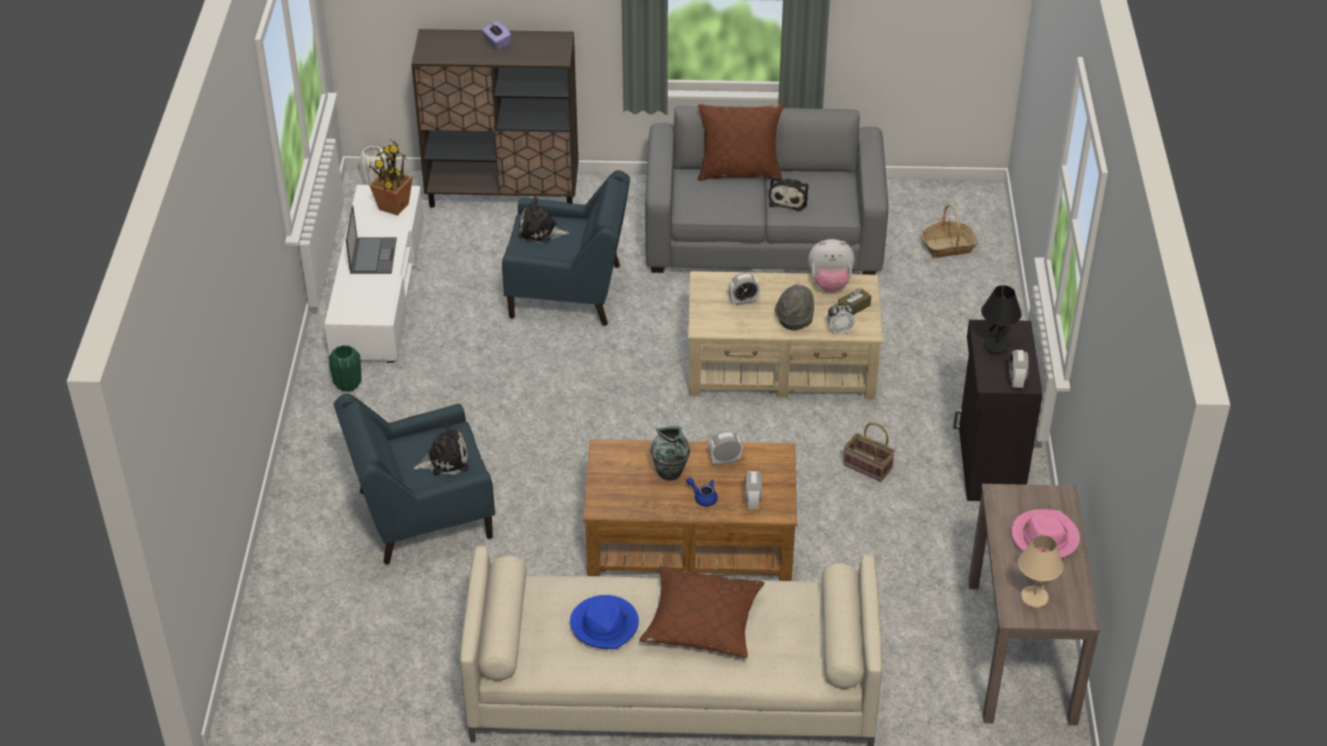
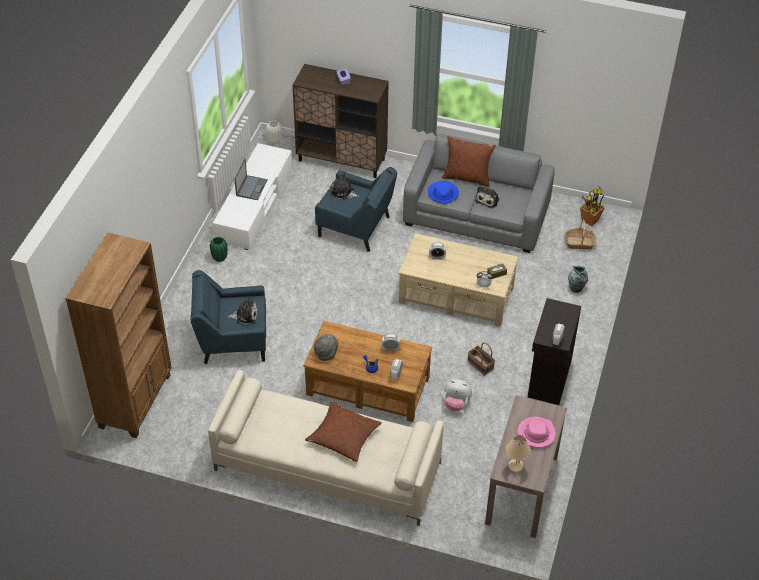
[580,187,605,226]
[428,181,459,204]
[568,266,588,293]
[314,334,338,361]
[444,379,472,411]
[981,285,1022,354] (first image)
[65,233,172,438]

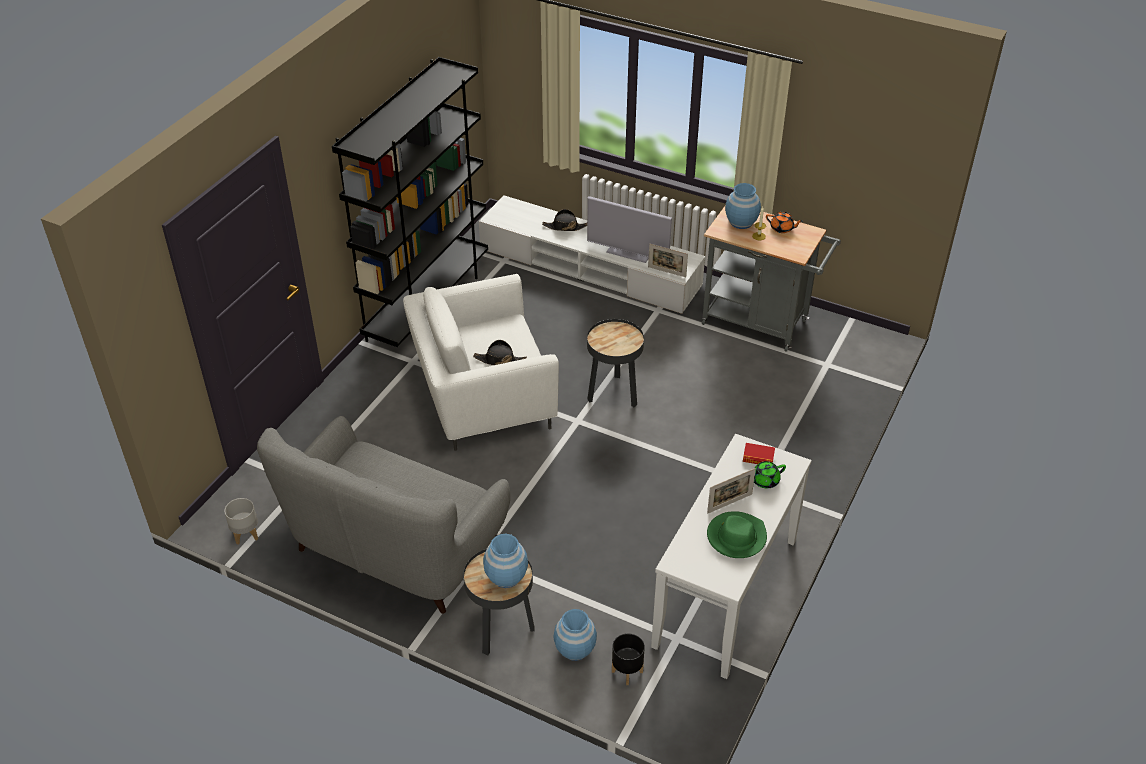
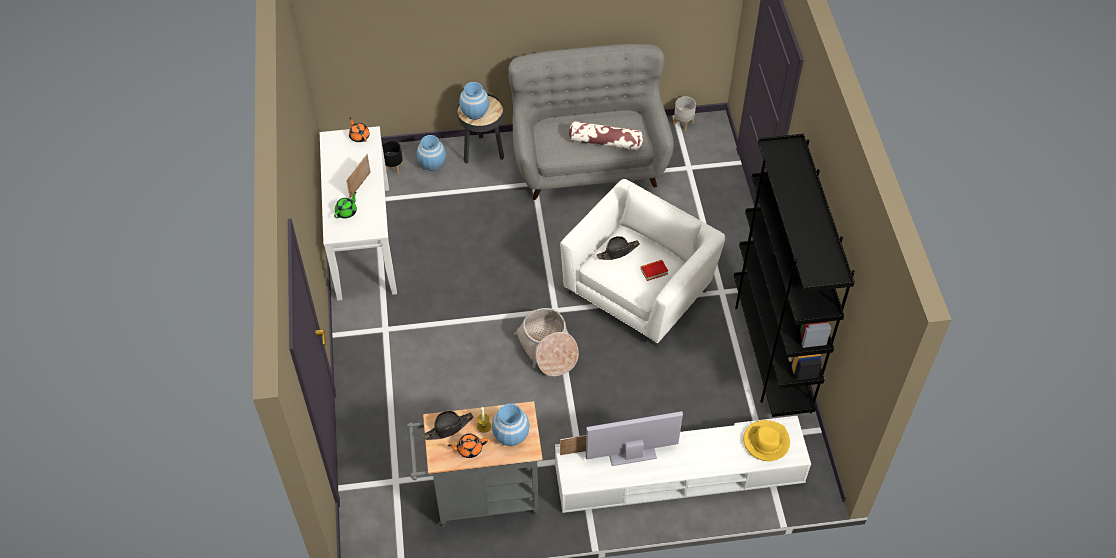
[423,411,473,440]
[514,308,579,376]
[707,511,767,558] (first image)
[641,260,668,281]
[349,117,370,142]
[569,121,643,150]
[743,420,790,461]

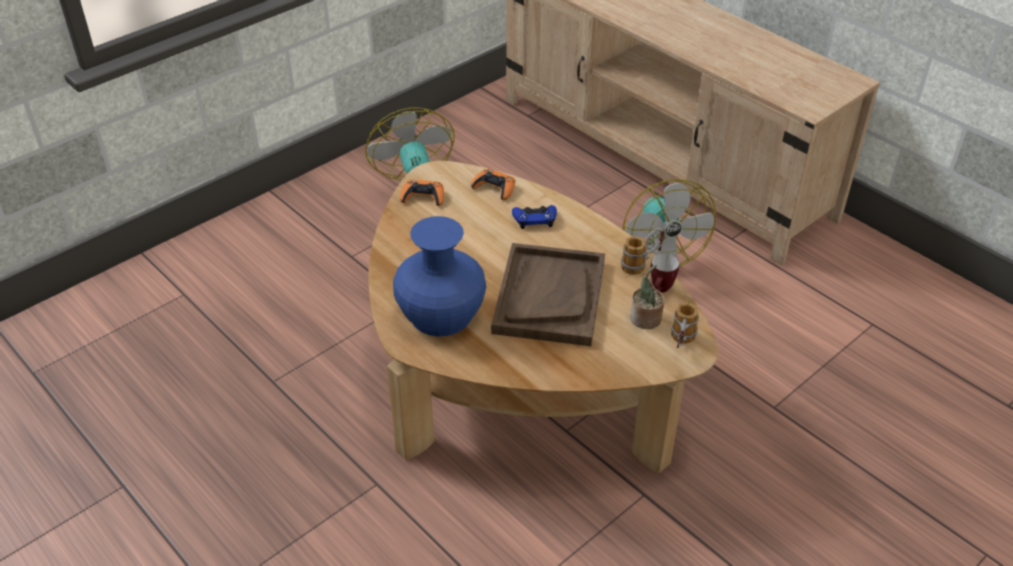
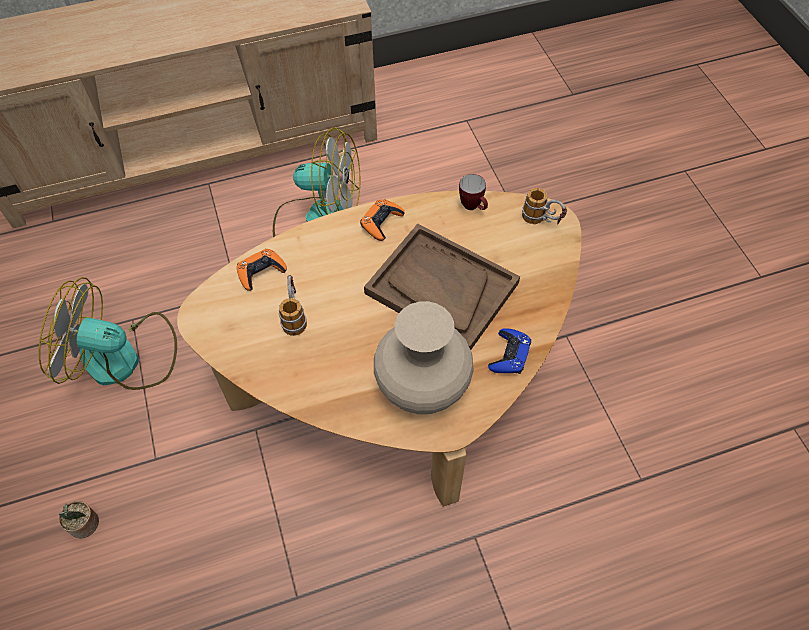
[374,301,474,414]
[360,199,405,241]
[488,328,531,374]
[279,275,307,336]
[59,501,99,539]

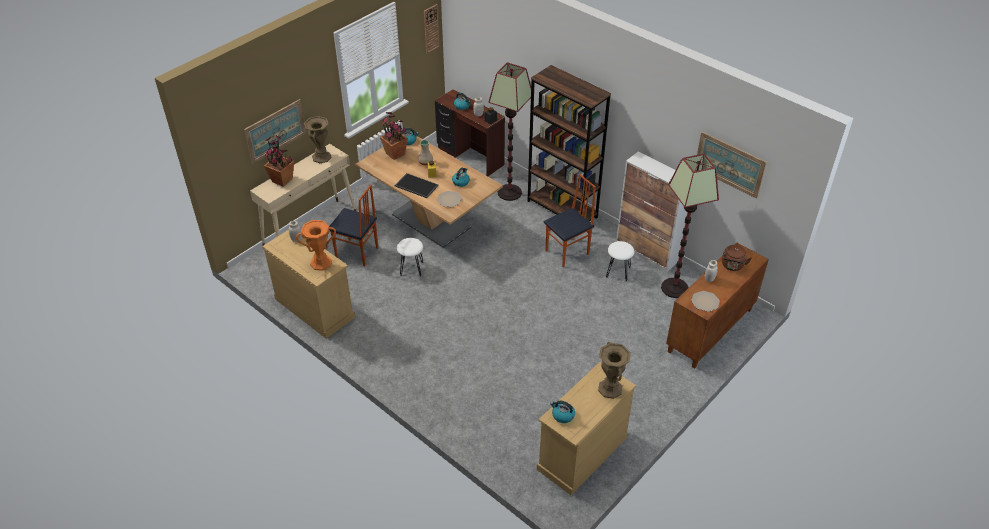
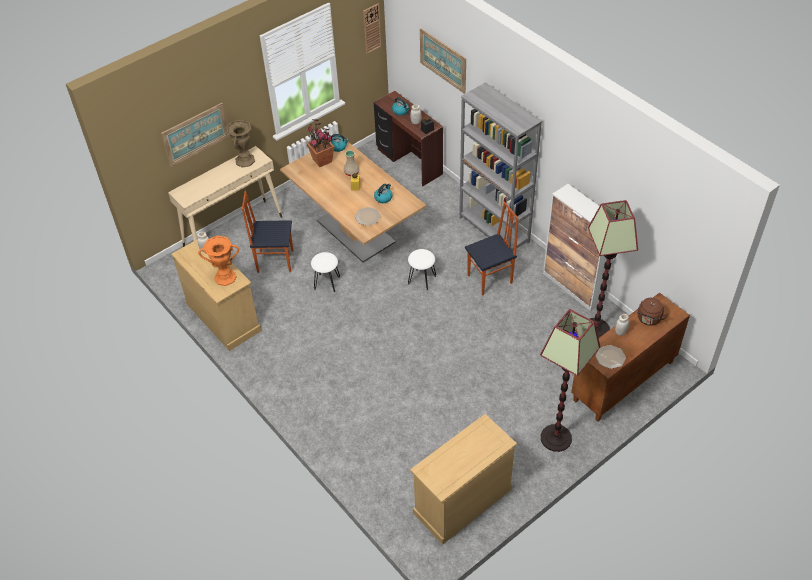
[264,135,294,187] (first image)
[242,191,293,273]
[394,173,439,198] (first image)
[540,309,600,452]
[459,82,542,251]
[550,401,575,423] (first image)
[598,342,631,399] (first image)
[408,249,436,290]
[420,28,466,94]

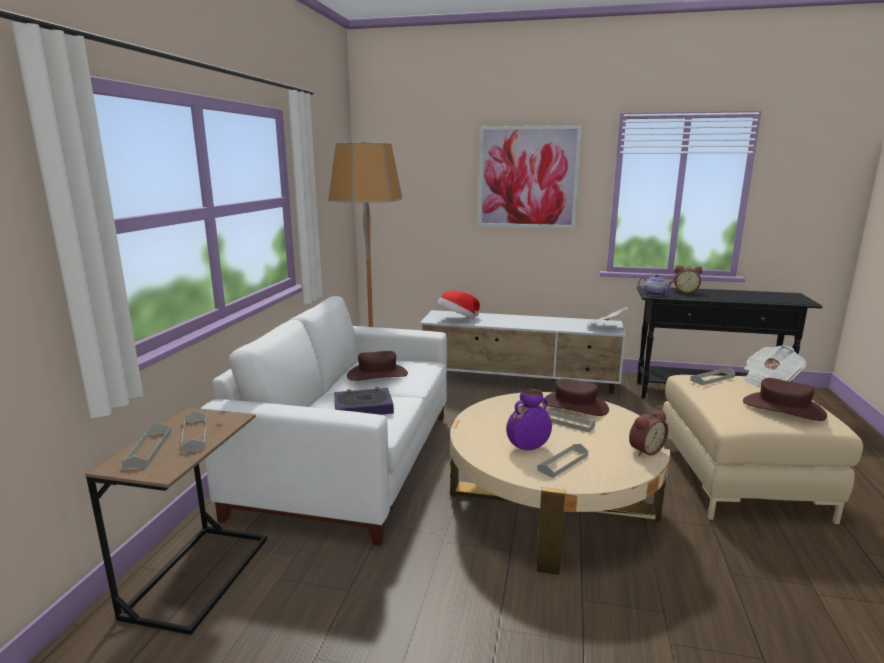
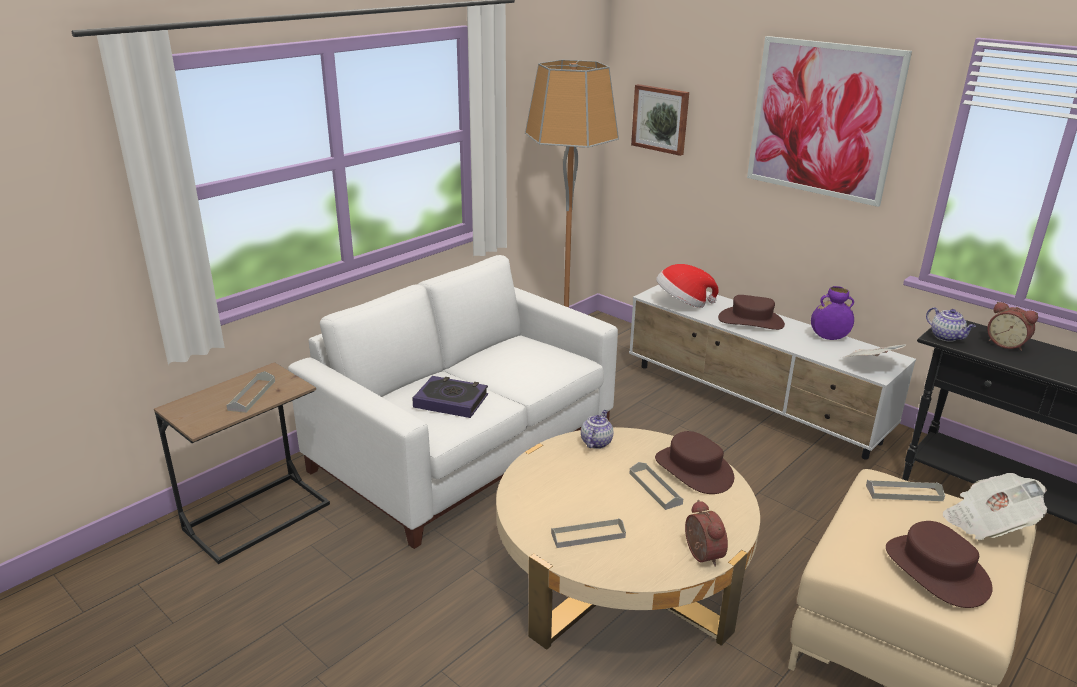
[122,423,172,468] (first image)
[718,295,785,330]
[811,286,854,340]
[685,500,728,567]
[581,410,614,449]
[631,84,689,156]

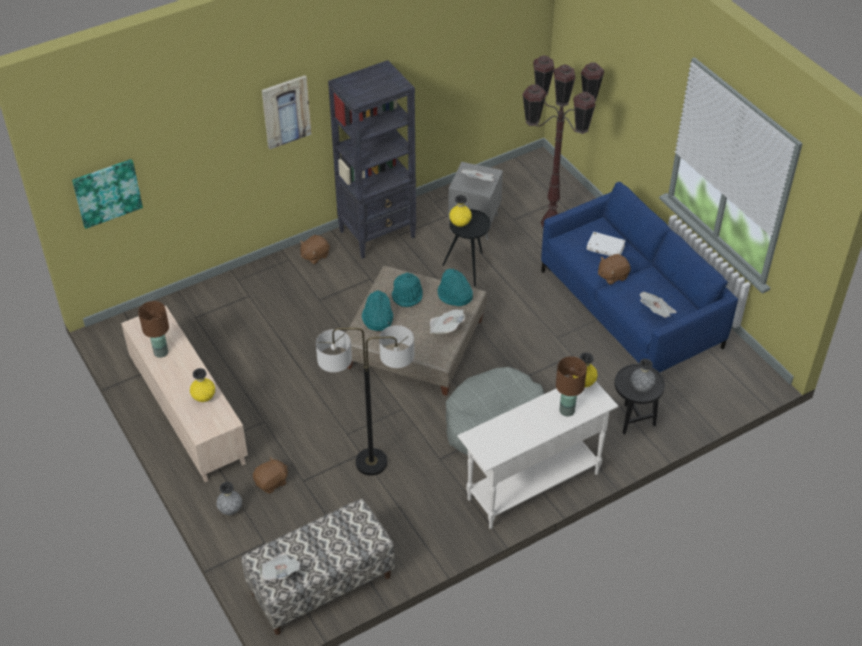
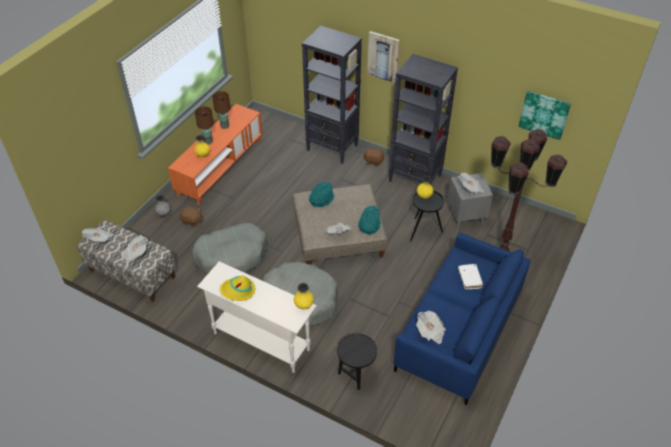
[518,91,571,140]
[168,104,262,205]
[192,223,268,275]
[391,272,423,307] (first image)
[195,106,214,144]
[598,254,631,285] (first image)
[631,359,656,392] (first image)
[121,235,148,263]
[220,276,255,301]
[302,26,362,164]

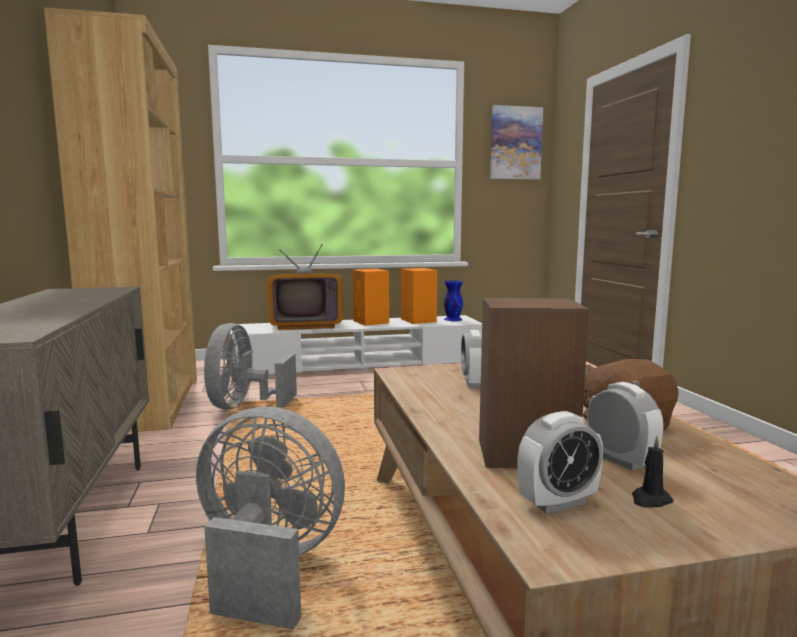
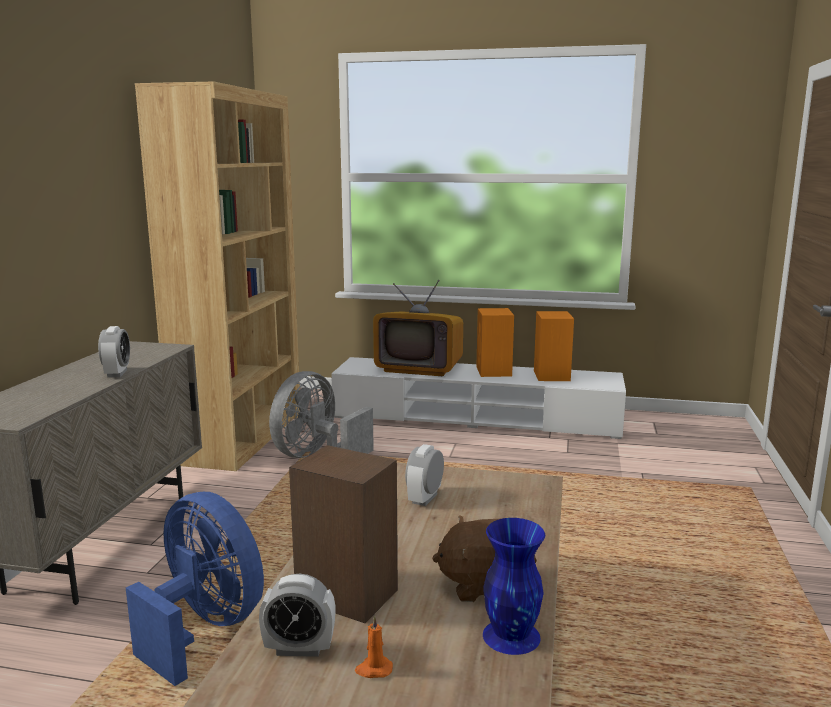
[126,492,264,686]
[483,518,545,655]
[490,105,543,180] (first image)
[98,326,130,378]
[355,615,393,678]

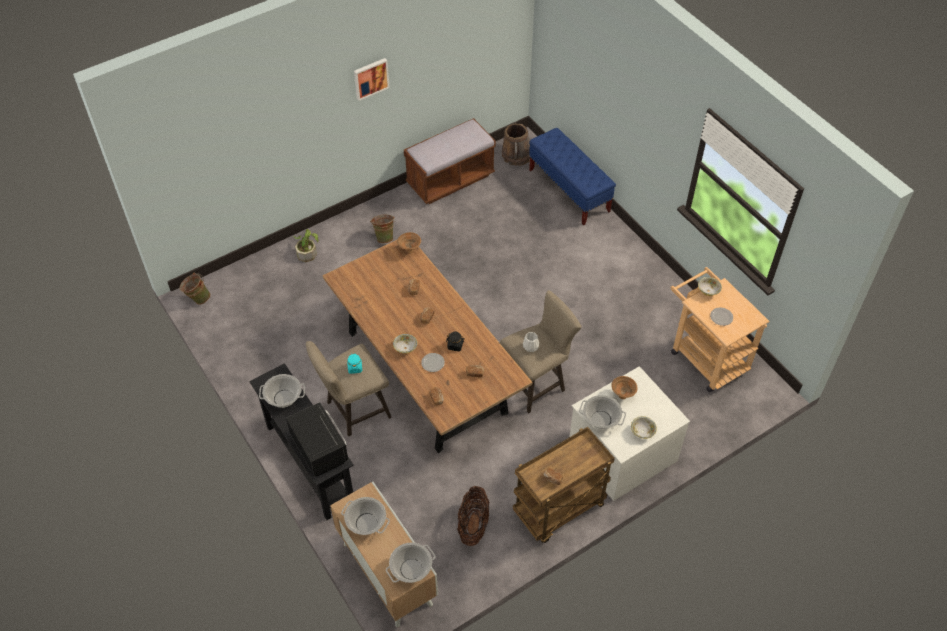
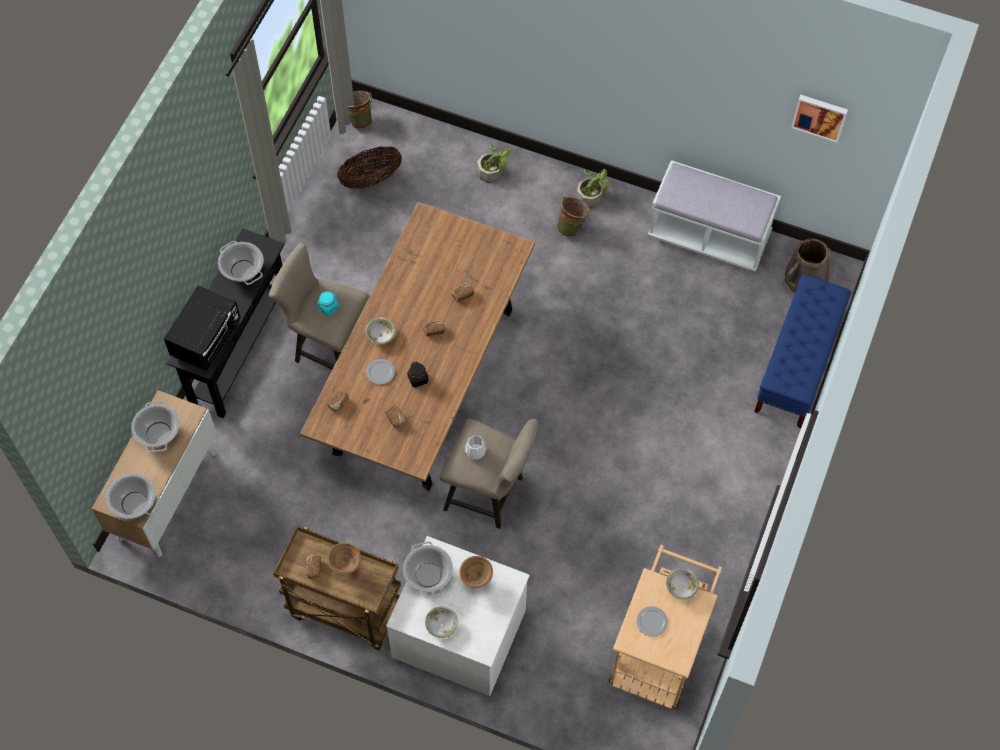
[791,95,848,143]
[327,542,361,574]
[648,160,781,272]
[337,147,402,189]
[577,169,610,208]

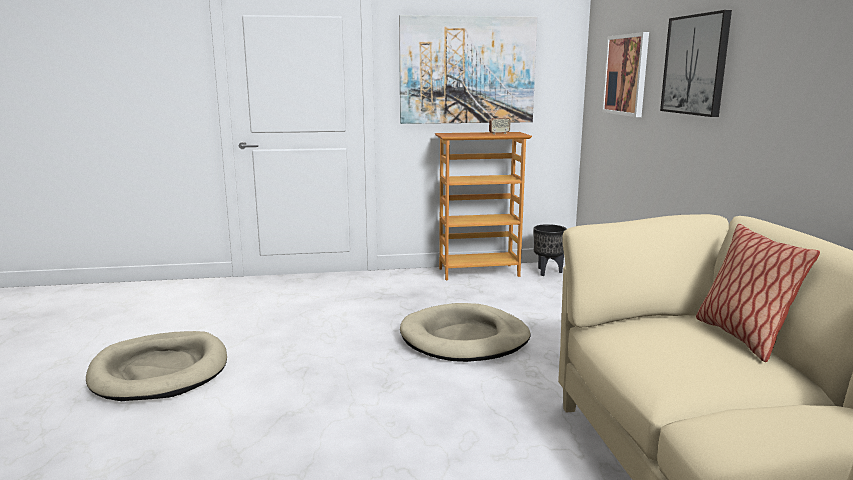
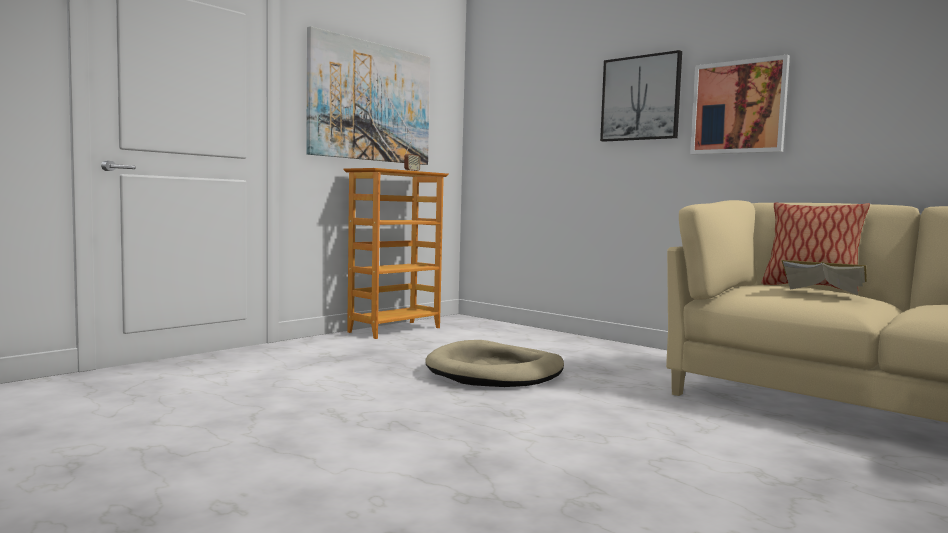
[86,331,227,401] (first image)
[534,224,566,276] (first image)
[690,55,790,155]
[781,260,867,295]

